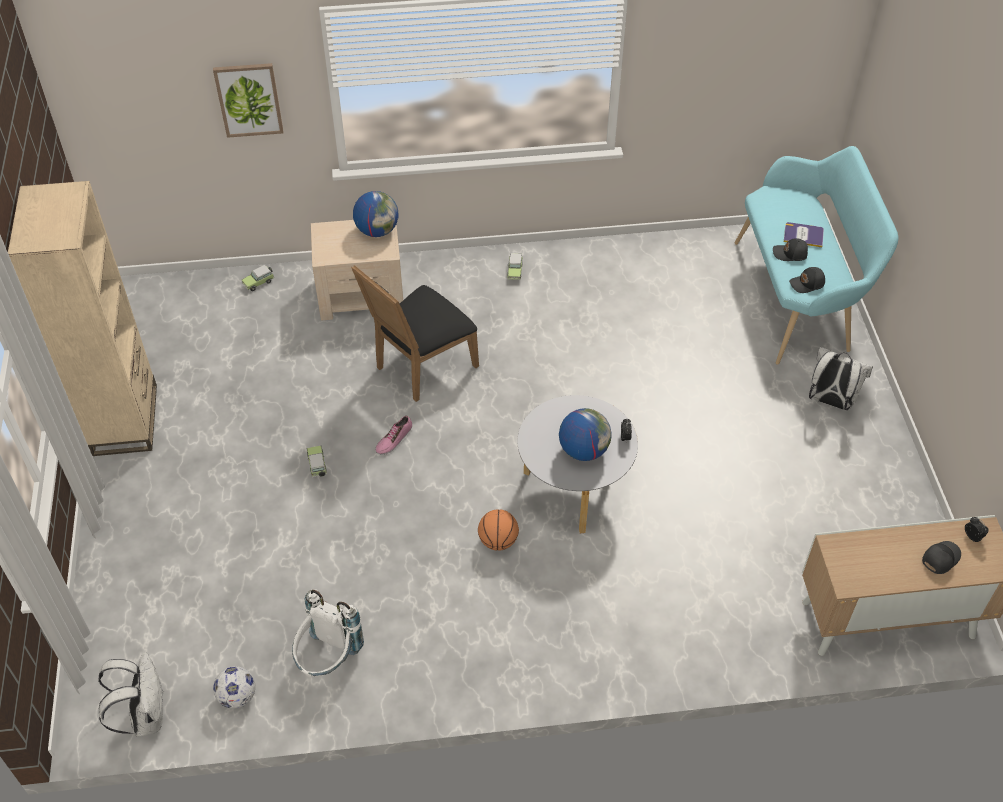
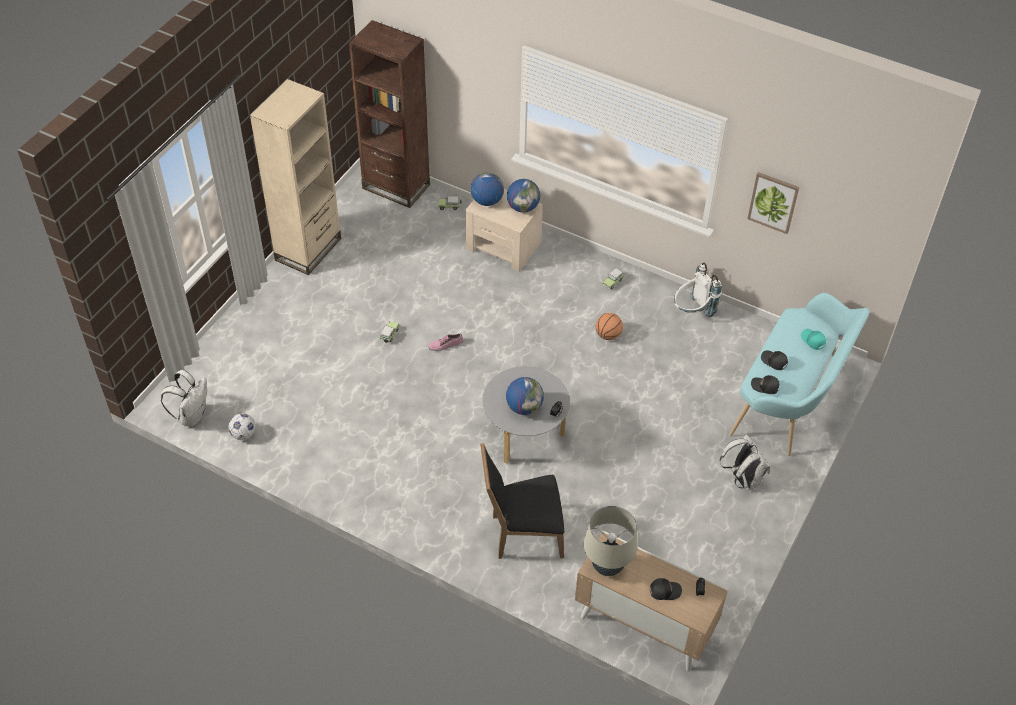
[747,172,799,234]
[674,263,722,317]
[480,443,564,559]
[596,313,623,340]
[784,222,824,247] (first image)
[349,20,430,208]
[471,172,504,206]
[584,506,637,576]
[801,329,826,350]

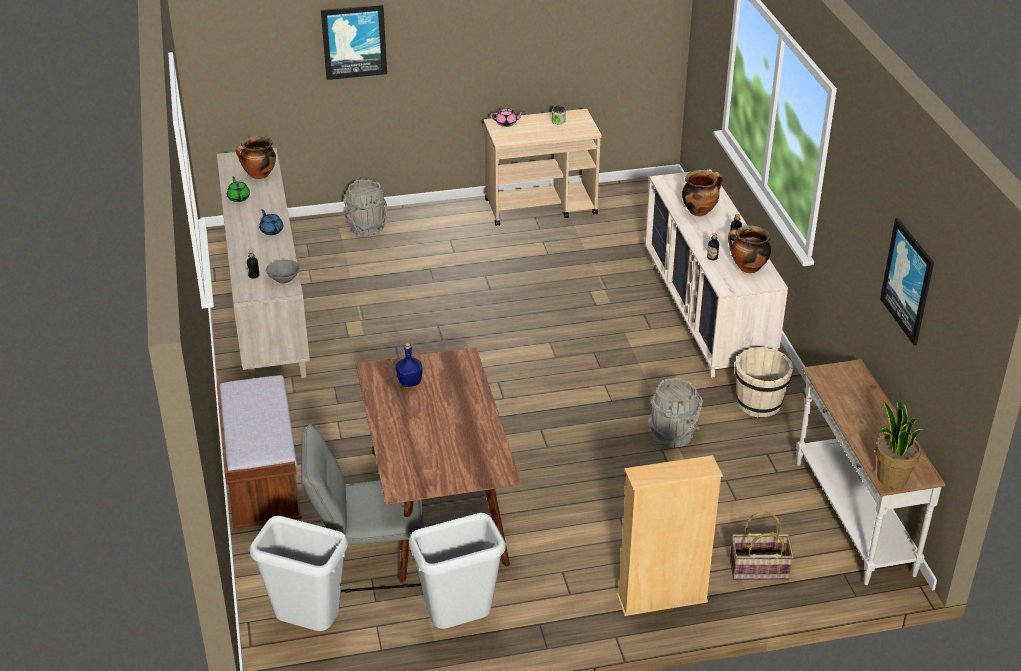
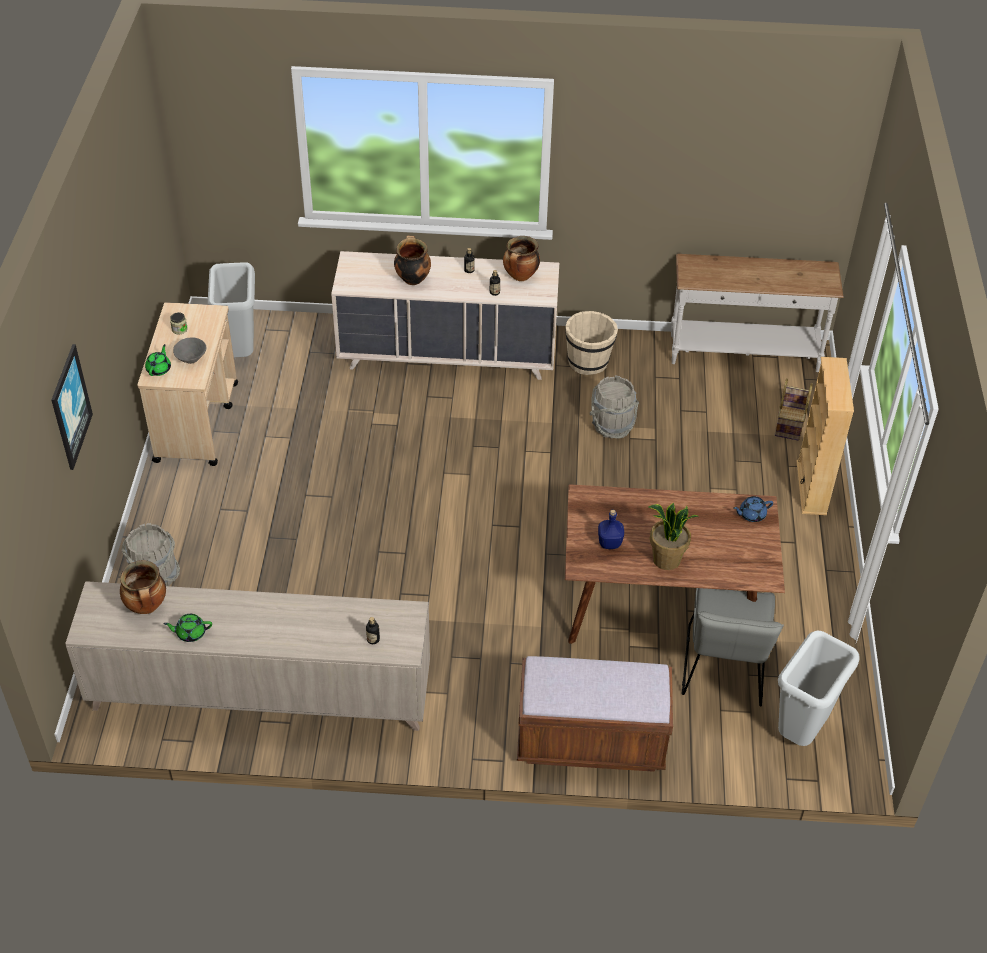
[733,496,773,522]
[173,337,206,364]
[208,262,255,357]
[145,344,171,376]
[648,503,698,570]
[880,218,934,345] (first image)

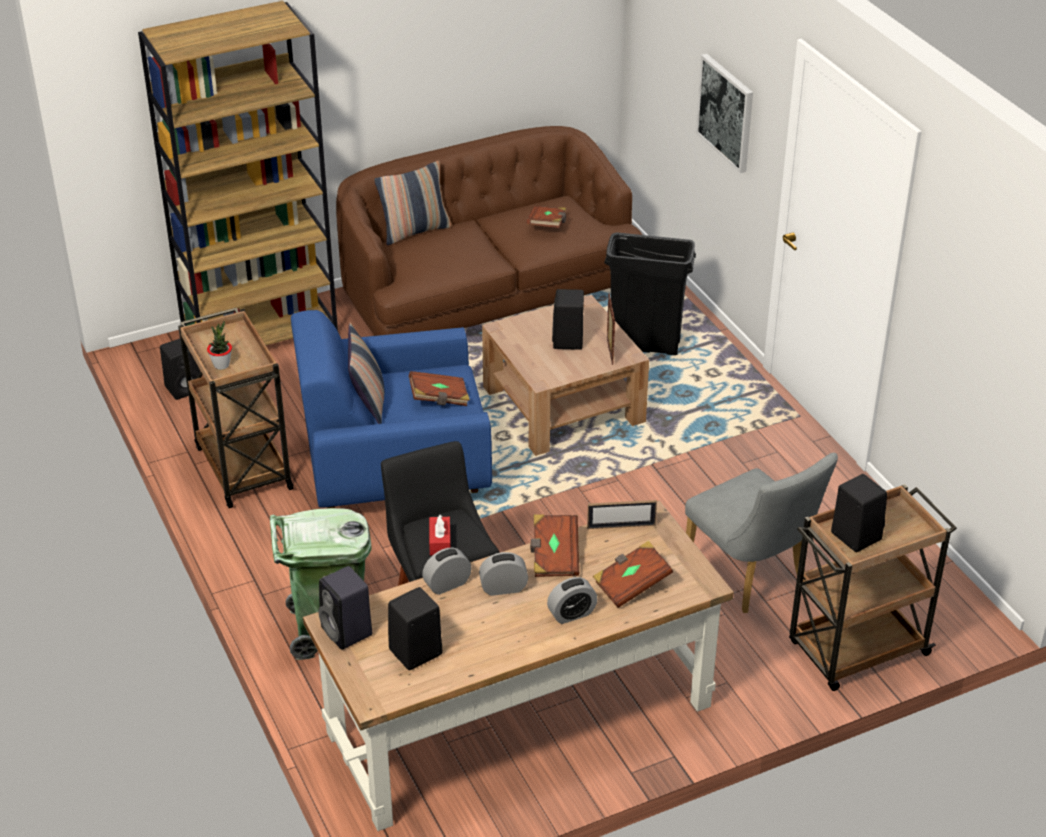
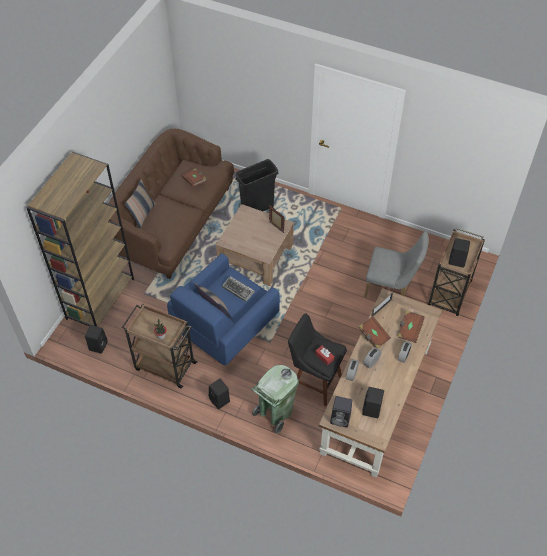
[222,276,255,302]
[208,379,230,409]
[696,54,753,173] (first image)

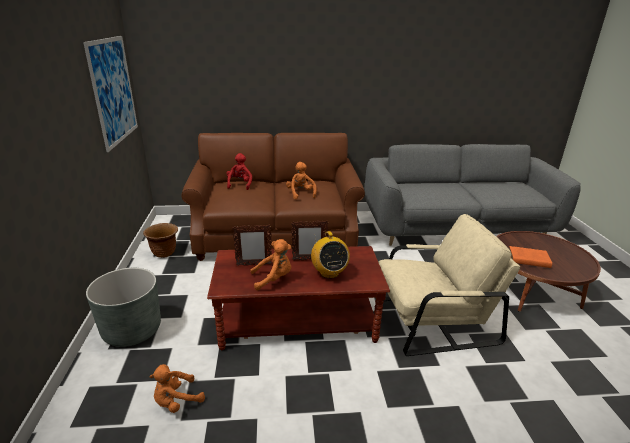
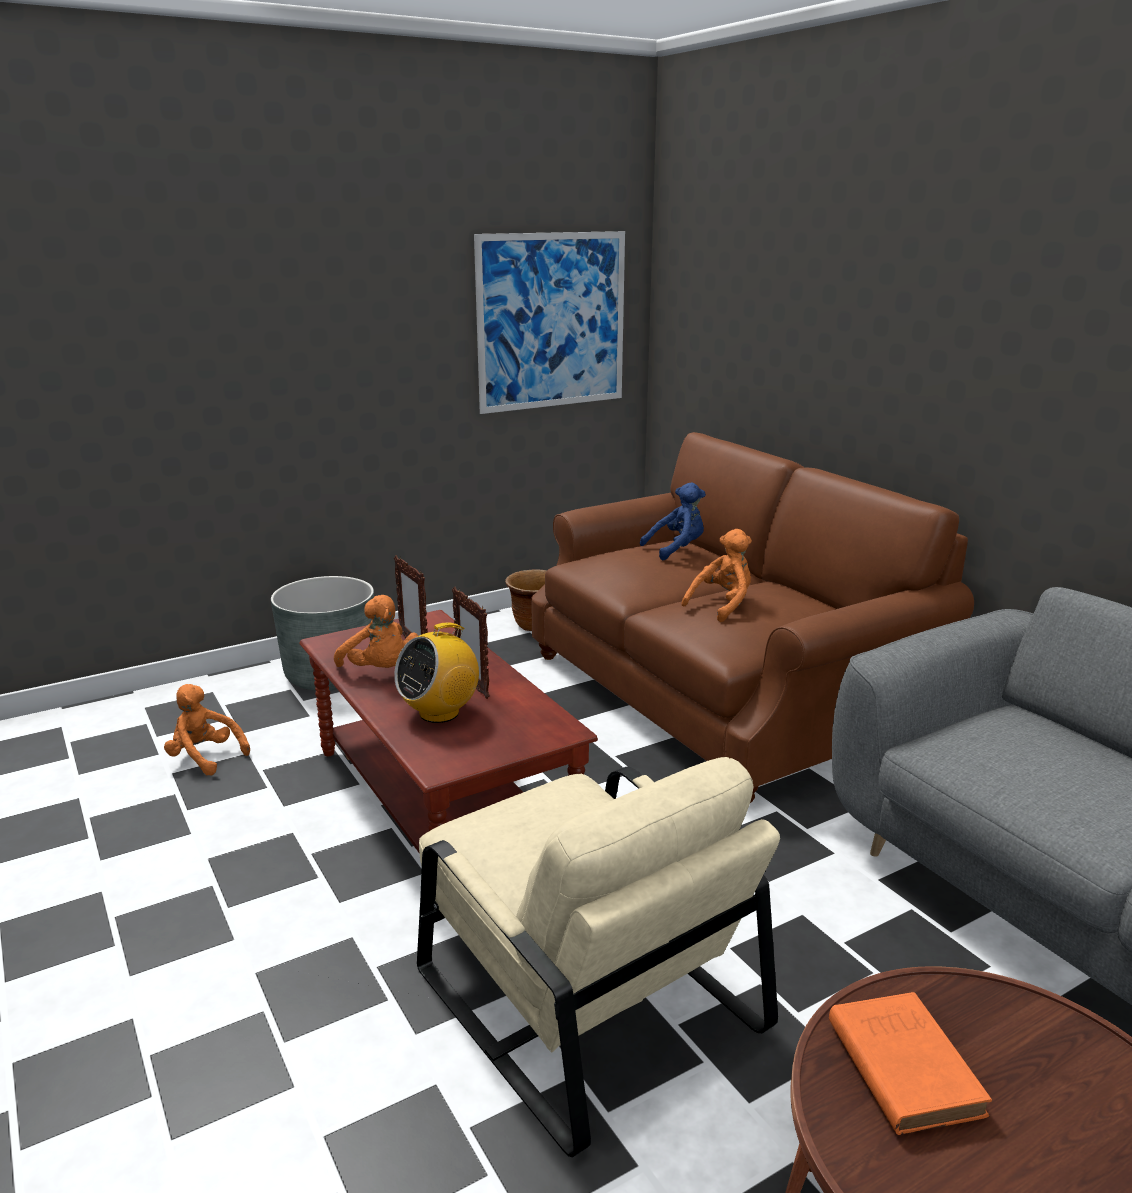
[640,483,706,561]

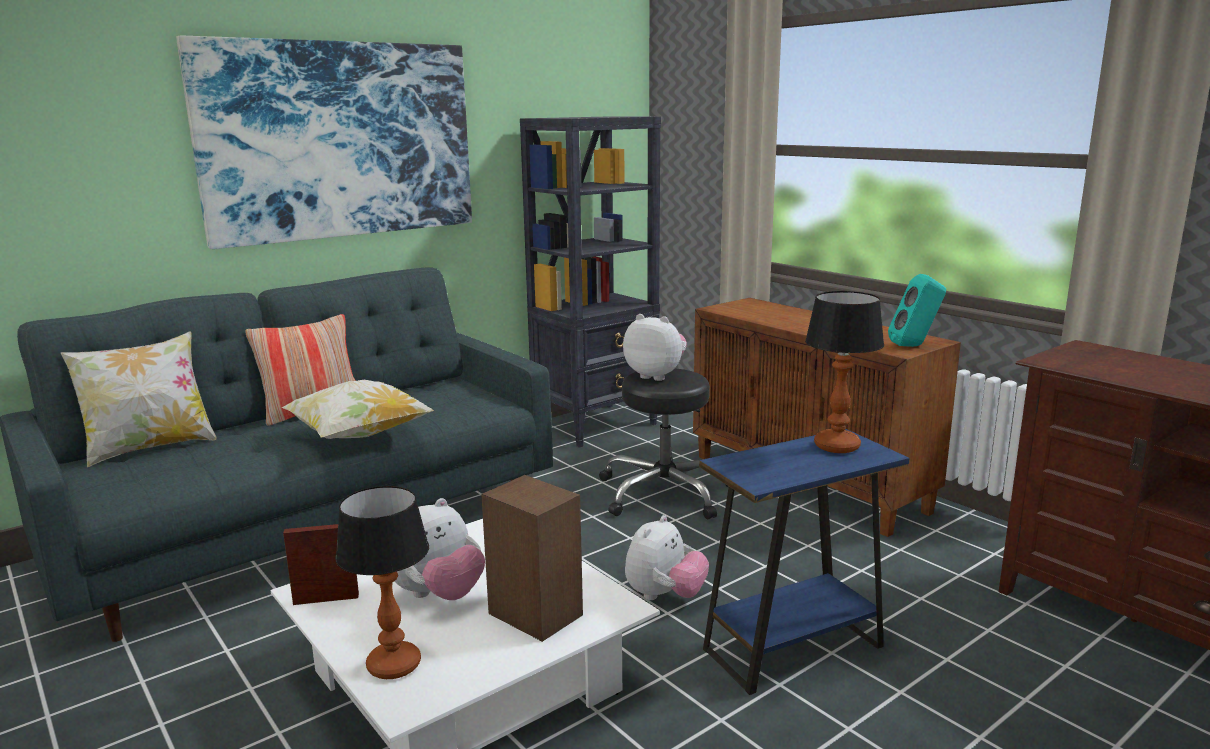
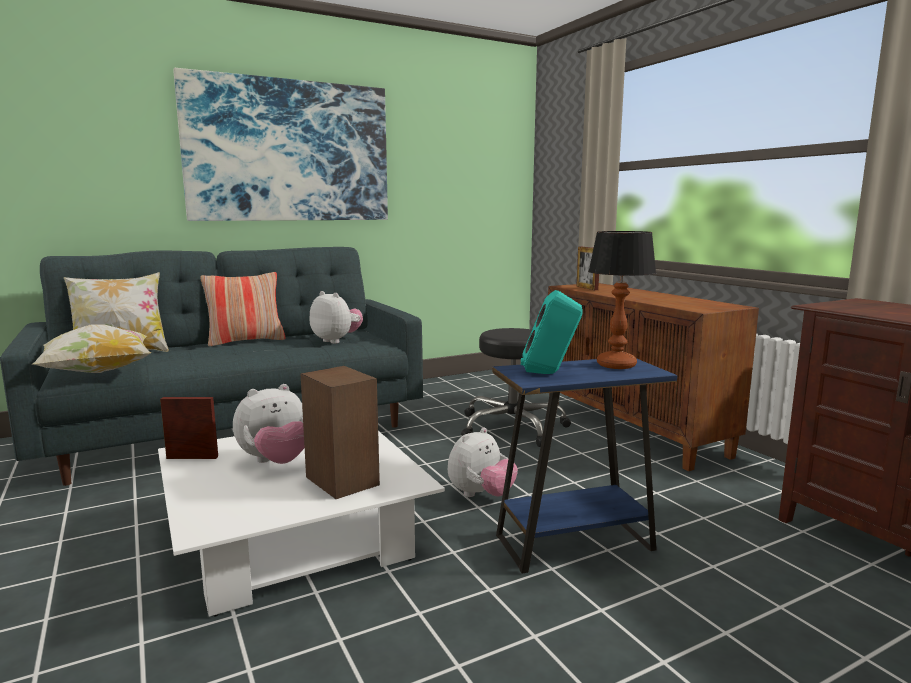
[31,325,151,373]
[335,486,429,679] (first image)
[520,117,661,448] (first image)
[309,291,363,344]
[521,290,583,374]
[576,247,599,290]

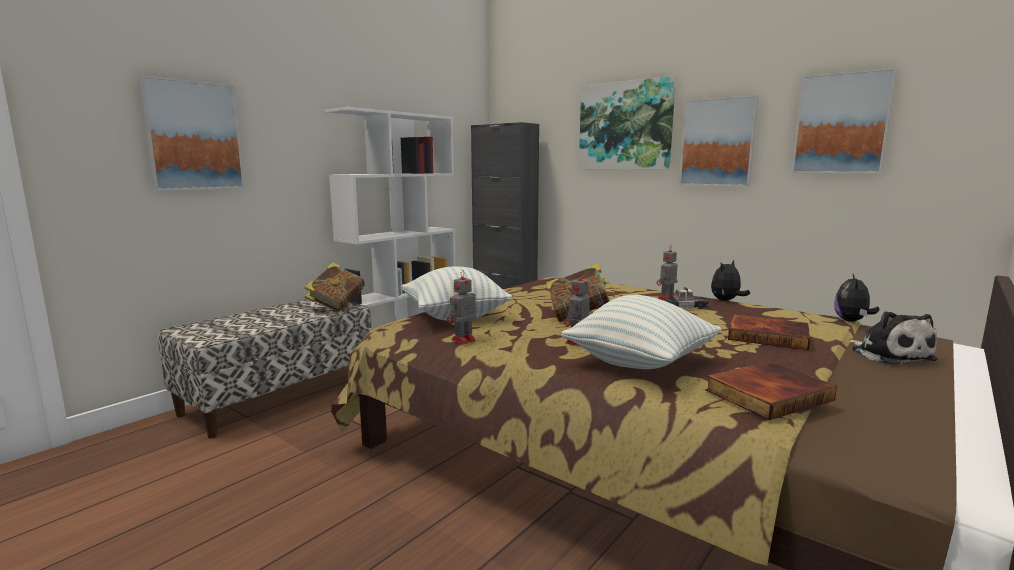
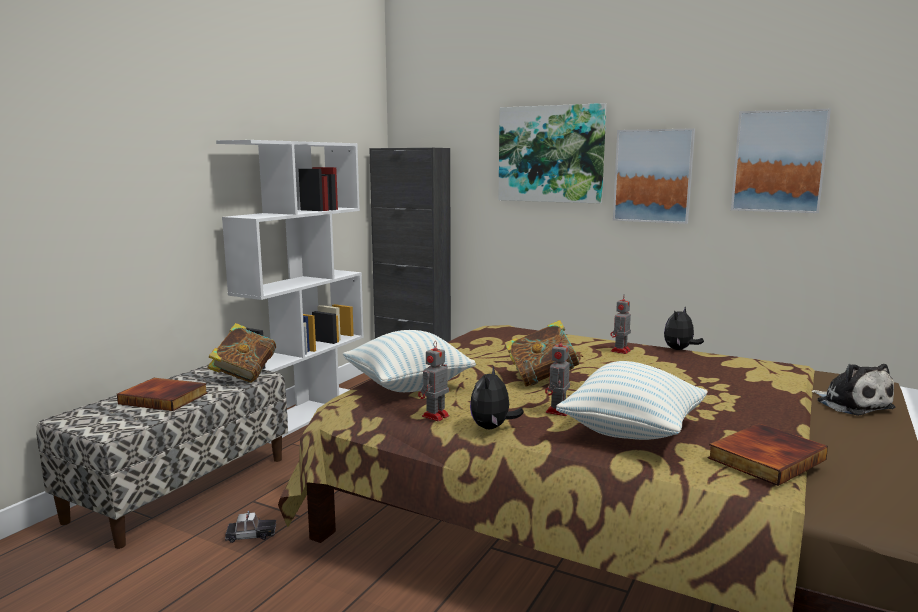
[138,75,245,191] (first image)
[225,511,276,543]
[117,378,208,411]
[470,366,524,429]

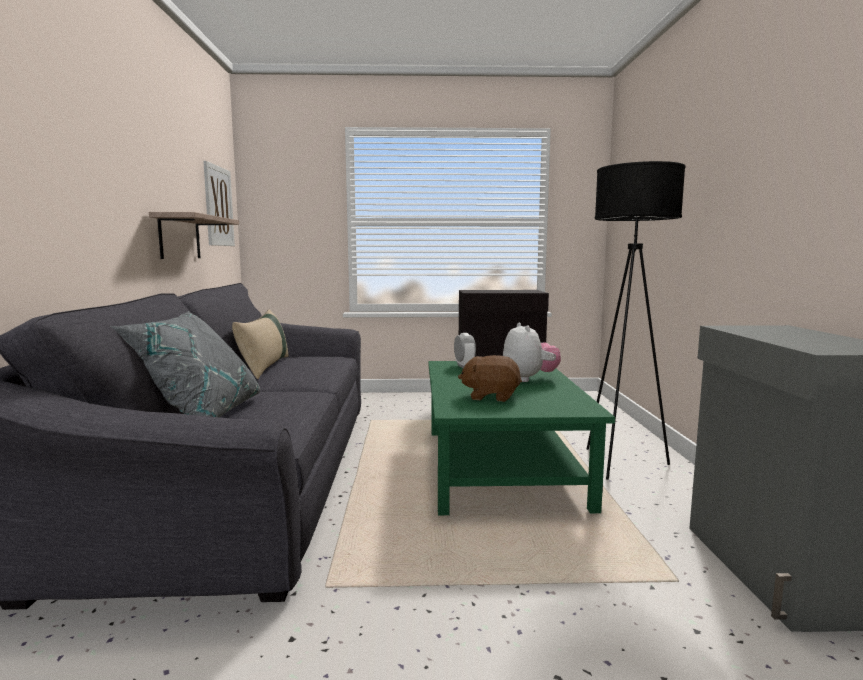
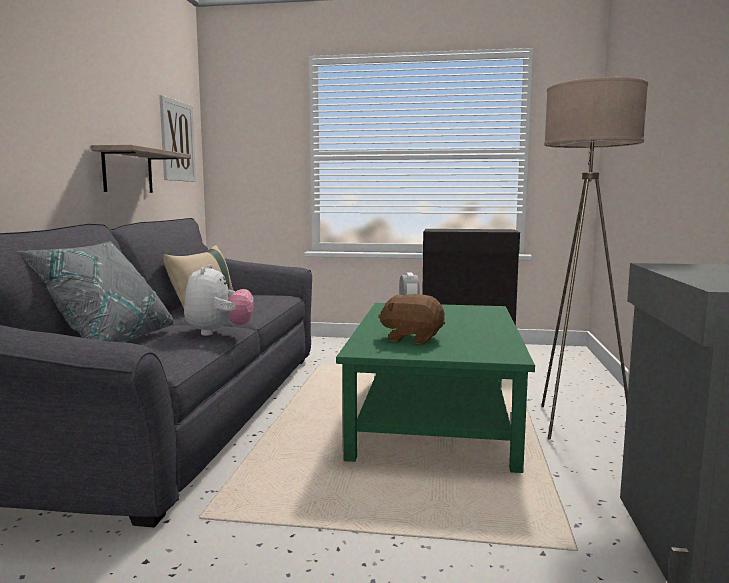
[184,264,254,336]
[541,77,648,440]

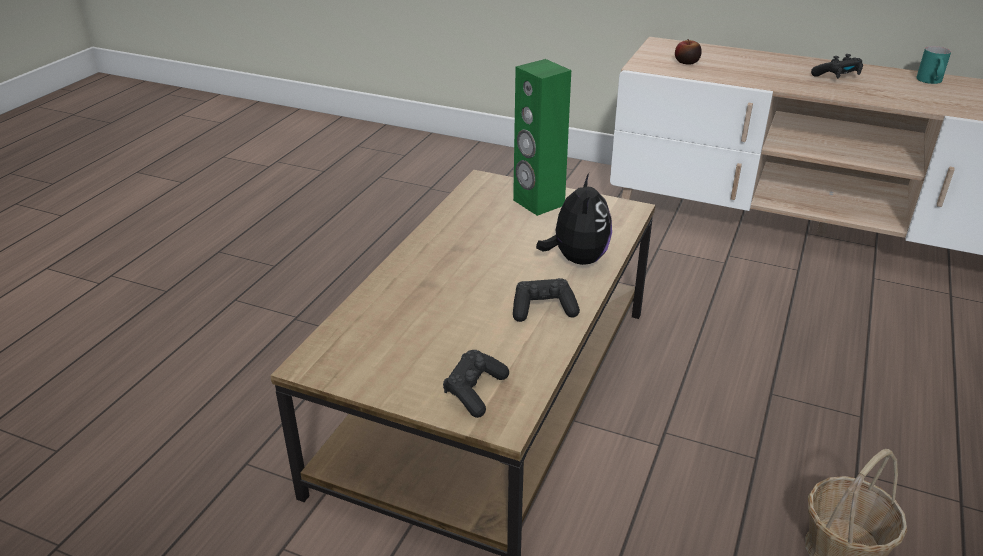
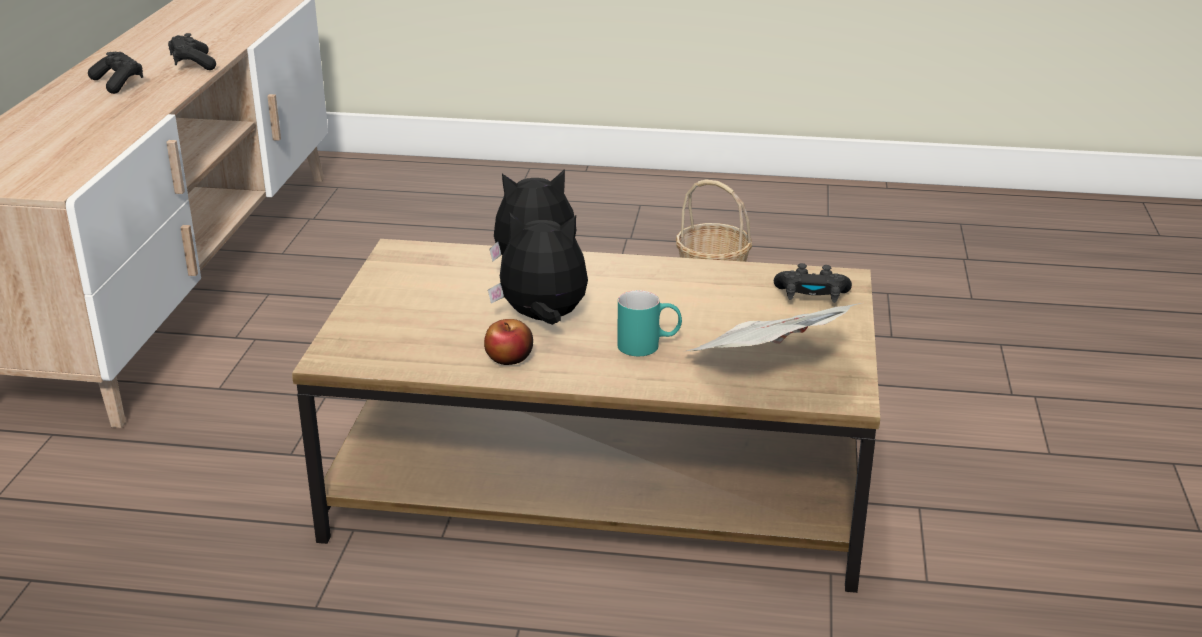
[513,59,571,216] (first image)
[168,33,216,70]
[484,319,533,365]
[617,290,682,356]
[488,212,588,325]
[687,303,861,352]

